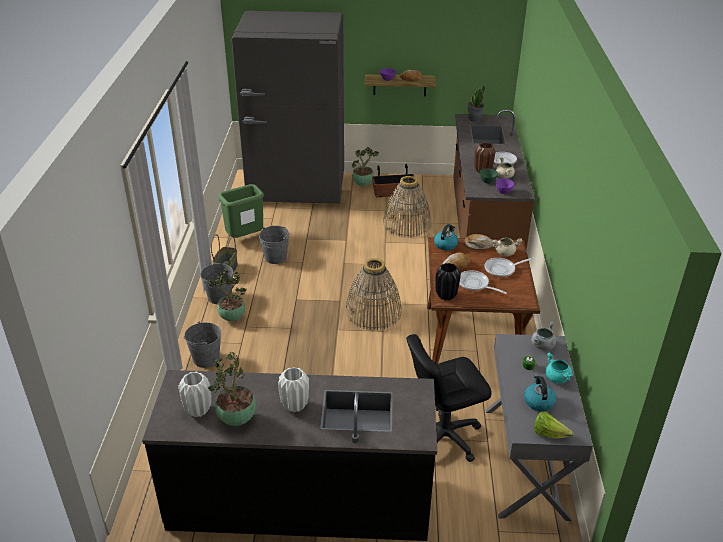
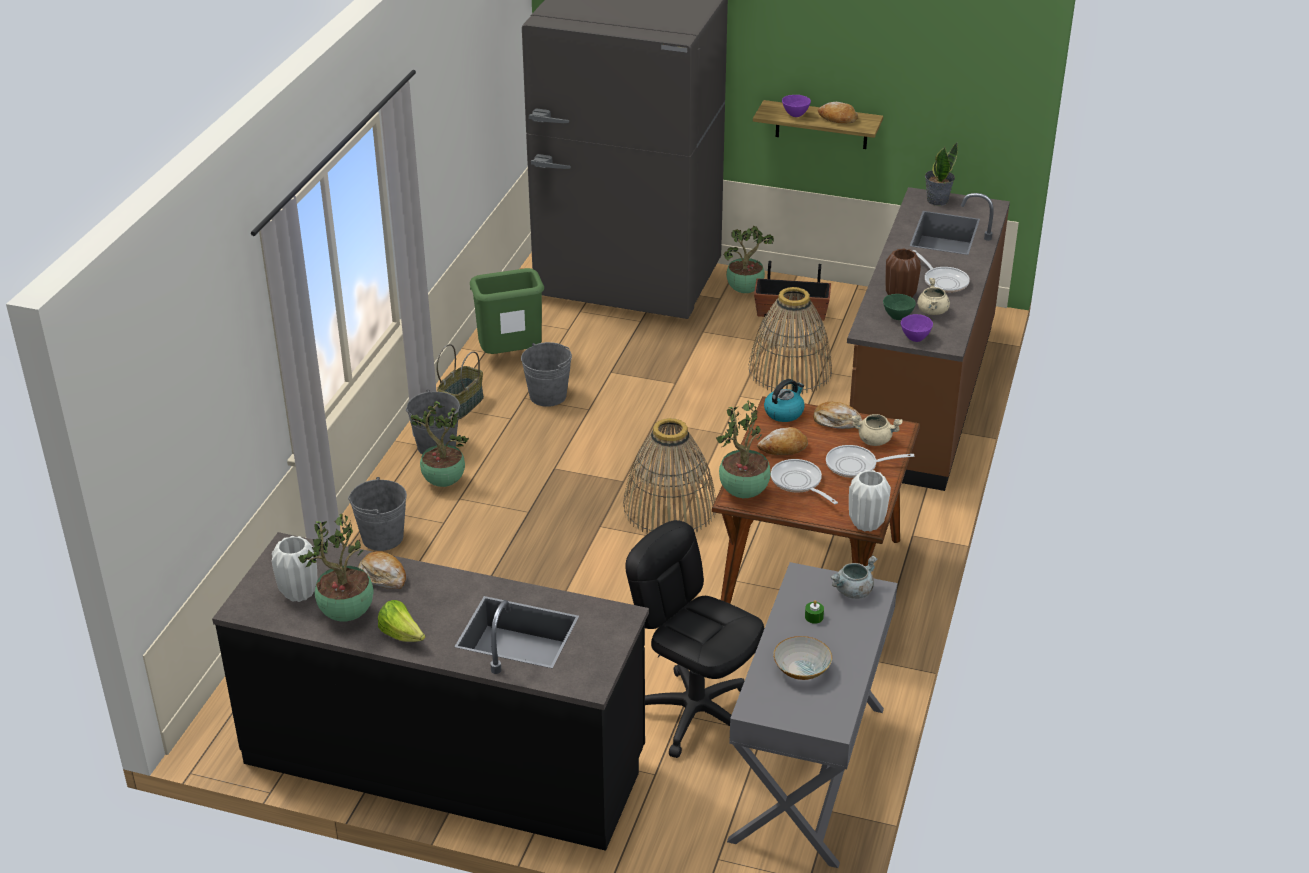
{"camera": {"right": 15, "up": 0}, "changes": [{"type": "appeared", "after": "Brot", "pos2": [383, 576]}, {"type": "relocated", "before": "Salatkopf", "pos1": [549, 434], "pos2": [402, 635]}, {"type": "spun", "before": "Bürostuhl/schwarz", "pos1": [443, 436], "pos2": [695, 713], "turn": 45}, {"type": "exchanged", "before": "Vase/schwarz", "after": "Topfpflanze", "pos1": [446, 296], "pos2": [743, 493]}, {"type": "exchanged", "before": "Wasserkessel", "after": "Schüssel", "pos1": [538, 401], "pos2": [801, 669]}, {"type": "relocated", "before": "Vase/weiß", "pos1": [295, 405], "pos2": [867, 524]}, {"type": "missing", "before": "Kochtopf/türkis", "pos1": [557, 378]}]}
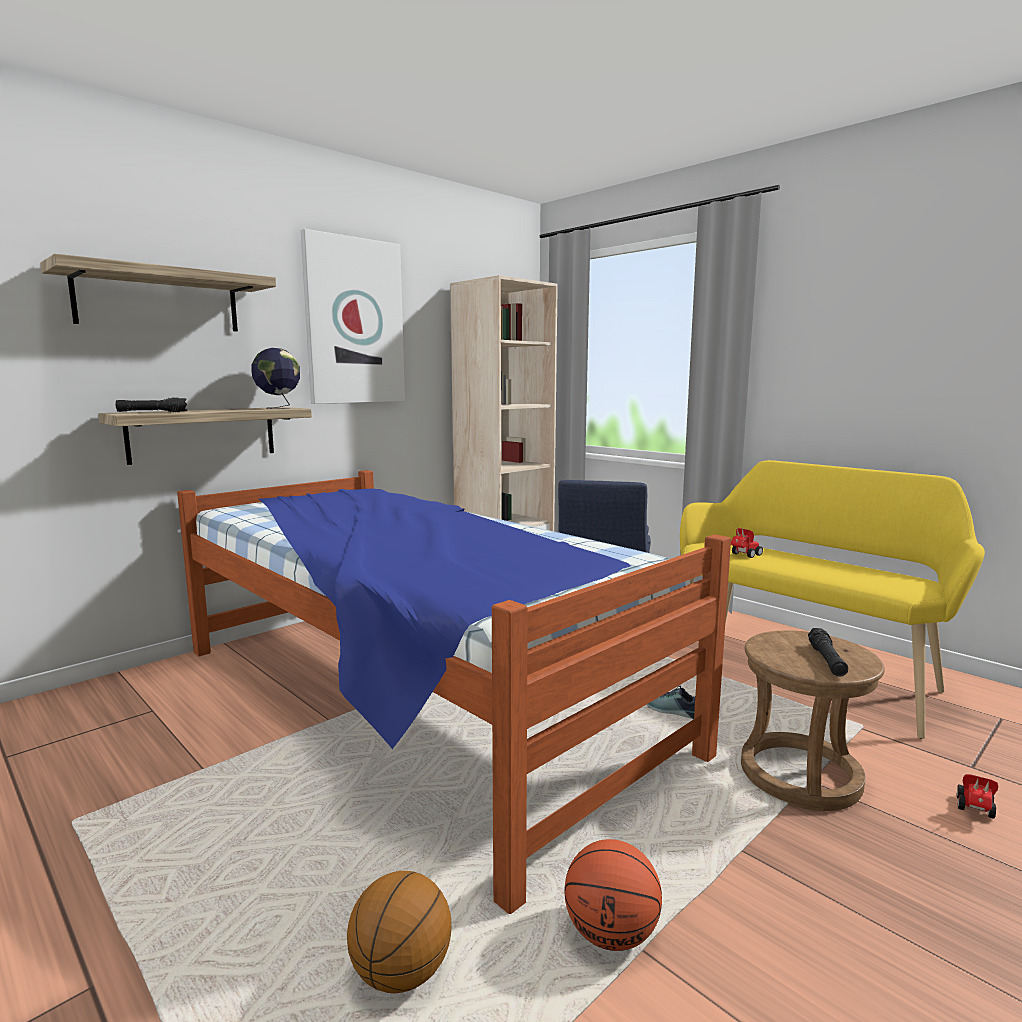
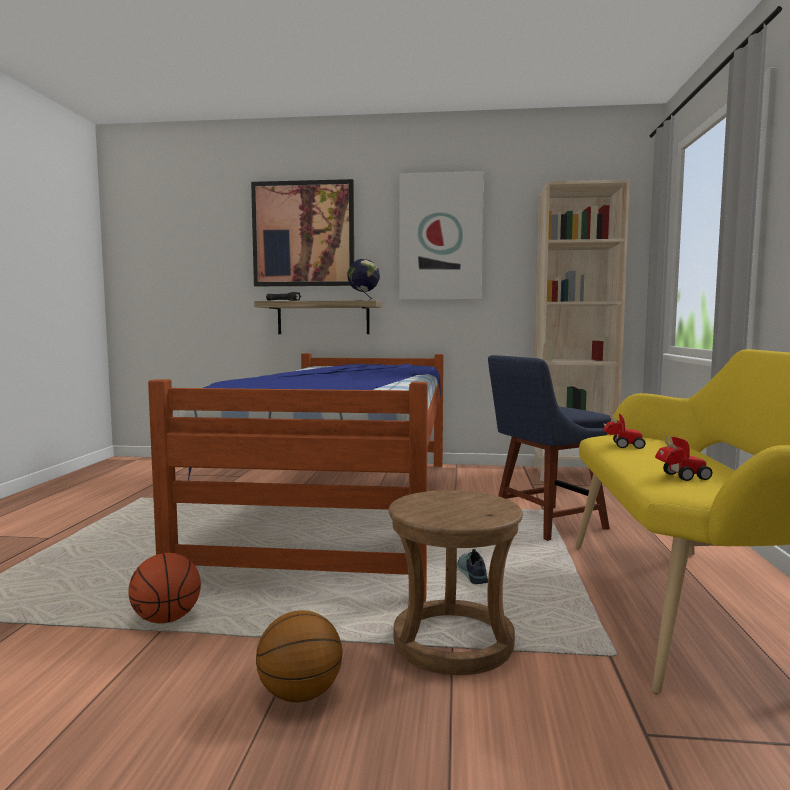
{"camera": {"right": 50, "up": -5}, "changes": [{"type": "exchanged", "before": "Wandregal", "after": "Bild", "pos1": [158, 301], "pos2": [303, 234]}, {"type": "relocated", "before": "Basketball", "pos1": [402, 972], "pos2": [300, 694]}, {"type": "relocated", "before": "Spielzeugauto", "pos1": [975, 811], "pos2": [680, 477]}, {"type": "missing", "before": "Taschenlampe/schwarz", "pos1": [826, 660]}]}
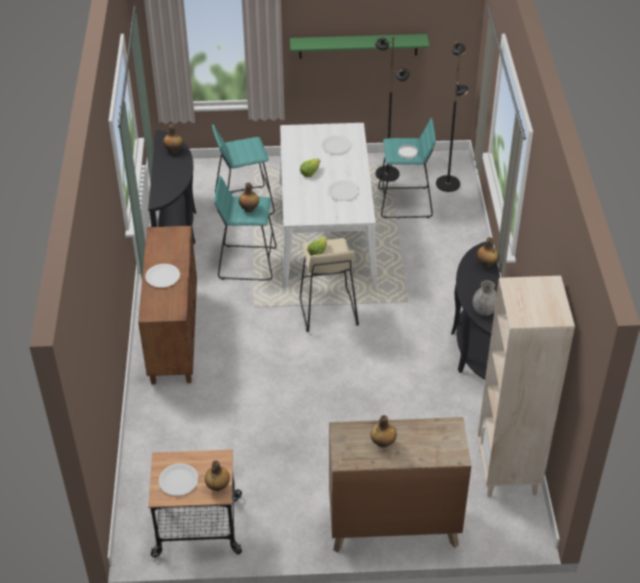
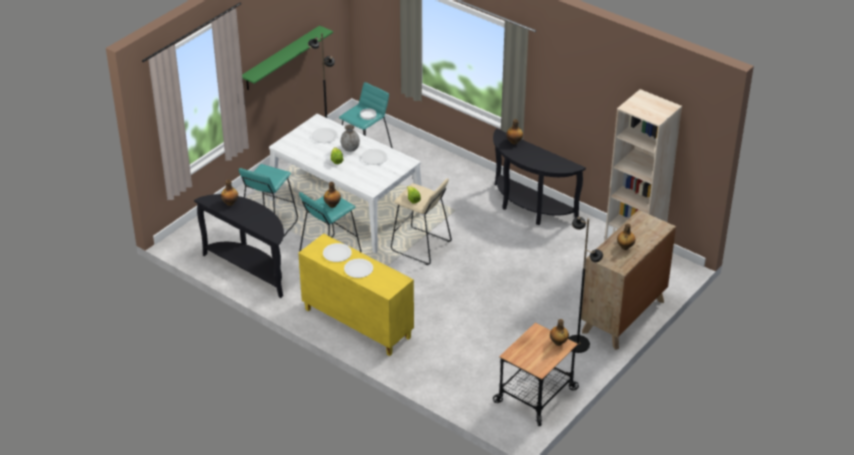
{"camera": {"right": -50, "up": -5}, "changes": [{"type": "colour", "before": "Schrank/braun", "after": "Schrank/gelb", "pos1": [173, 335], "pos2": [356, 323]}, {"type": "relocated", "before": "Teller/weiß", "pos1": [178, 480], "pos2": [337, 253]}, {"type": "relocated", "before": "Vase/grau", "pos1": [484, 311], "pos2": [350, 148]}, {"type": "relocated", "before": "Stehlampe/schwarz", "pos1": [448, 184], "pos2": [577, 344]}]}
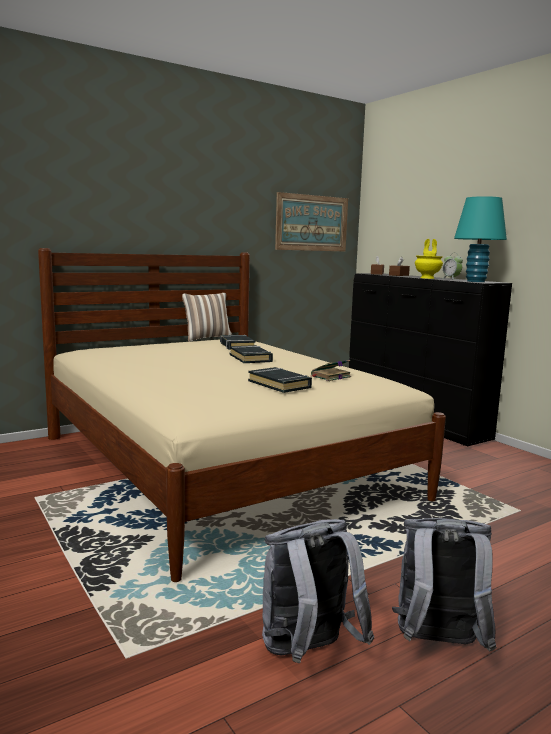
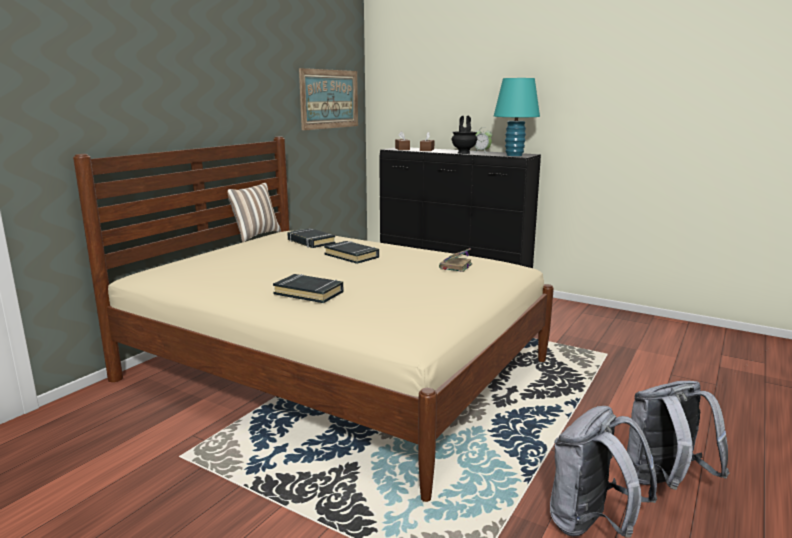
{"camera": {"right": -25, "up": 5}, "changes": [{"type": "relocated", "before": "Buch/schwarz", "pos1": [279, 384], "pos2": [309, 293]}, {"type": "colour", "before": "Vase/gelb", "after": "Vase/schwarz", "pos1": [427, 278], "pos2": [464, 153]}]}
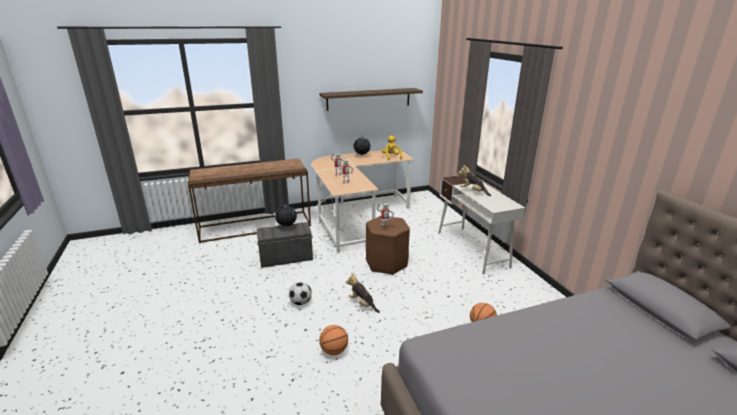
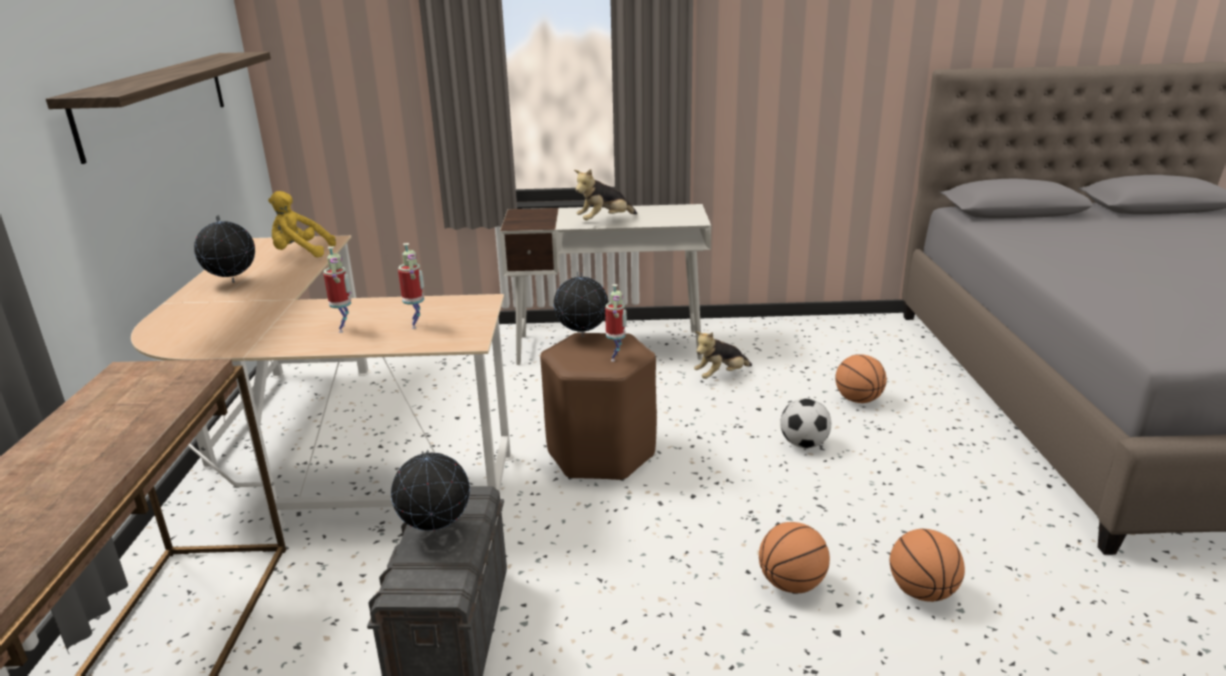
{"camera": {"right": -70, "up": 0}, "changes": [{"type": "appeared", "after": "Globus", "pos2": [582, 336]}, {"type": "relocated", "before": "Plüschtier", "pos1": [362, 304], "pos2": [721, 375]}, {"type": "appeared", "after": "Basketball", "pos2": [791, 584]}, {"type": "relocated", "before": "Fußball", "pos1": [300, 302], "pos2": [804, 444]}]}
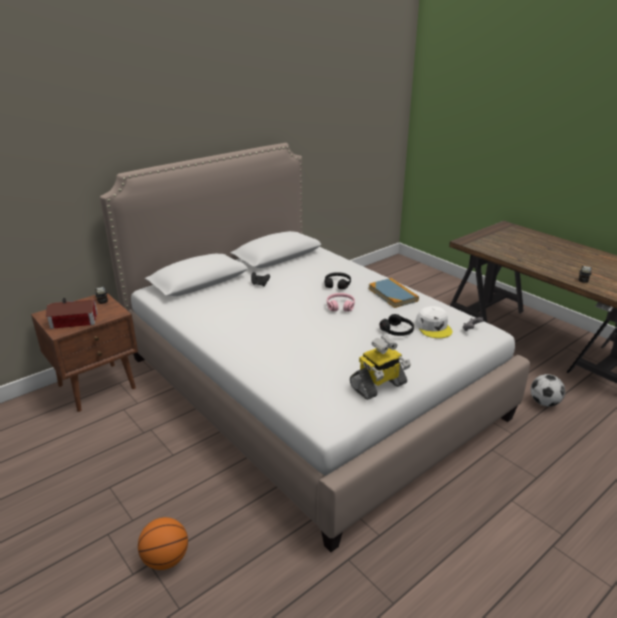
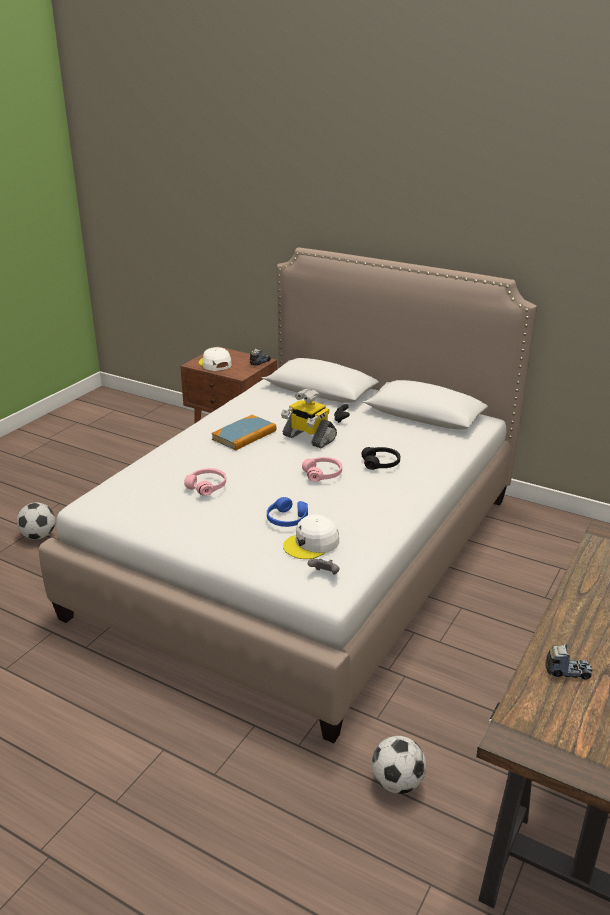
{"camera": {"right": 70, "up": 0}, "changes": [{"type": "exchanged", "before": "Basketball", "after": "Fußball", "pos1": [166, 559], "pos2": [39, 536]}, {"type": "appeared", "after": "Kopfhörer/rosa", "pos2": [207, 486]}, {"type": "exchanged", "before": "Spielzeughaus", "after": "Kappe/weiß", "pos1": [75, 321], "pos2": [214, 364]}, {"type": "relocated", "before": "Buch", "pos1": [393, 295], "pos2": [244, 435]}, {"type": "colour", "before": "Kopfhörer/schwarz", "after": "Kopfhörer/blau", "pos1": [397, 331], "pos2": [287, 519]}, {"type": "relocated", "before": "Spielzeugroboter", "pos1": [378, 386], "pos2": [308, 438]}]}
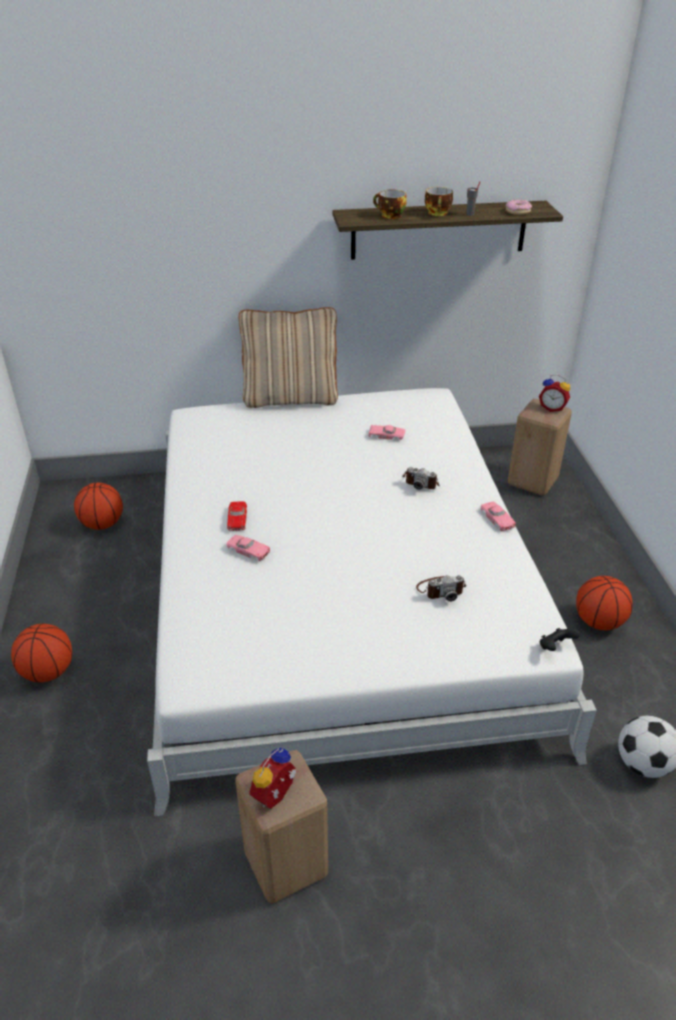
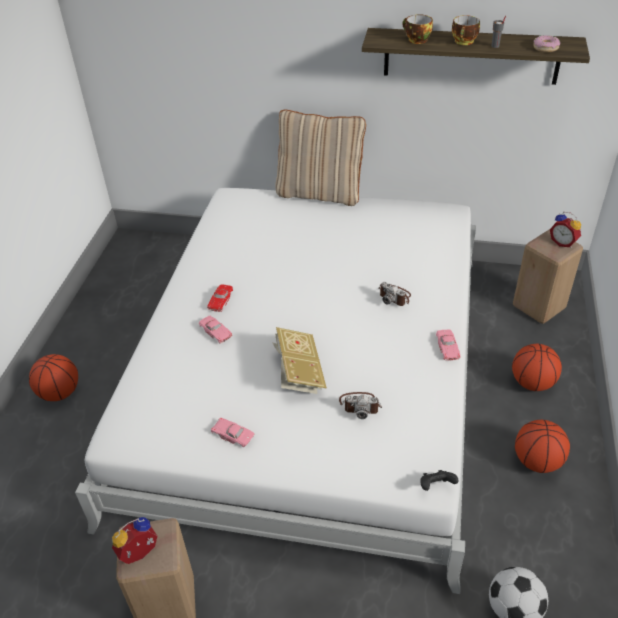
{"camera": {"right": 20, "up": 5}, "changes": [{"type": "relocated", "before": "Spielzeugauto/rosa", "pos1": [386, 435], "pos2": [233, 434]}, {"type": "appeared", "after": "Buch", "pos2": [298, 372]}, {"type": "relocated", "before": "Basketball", "pos1": [103, 524], "pos2": [532, 383]}]}
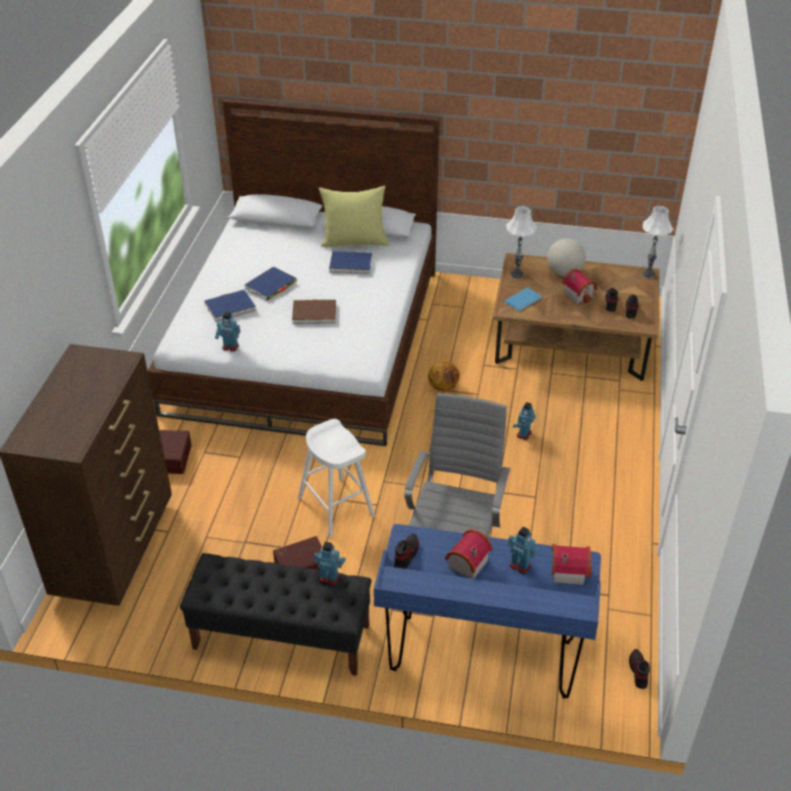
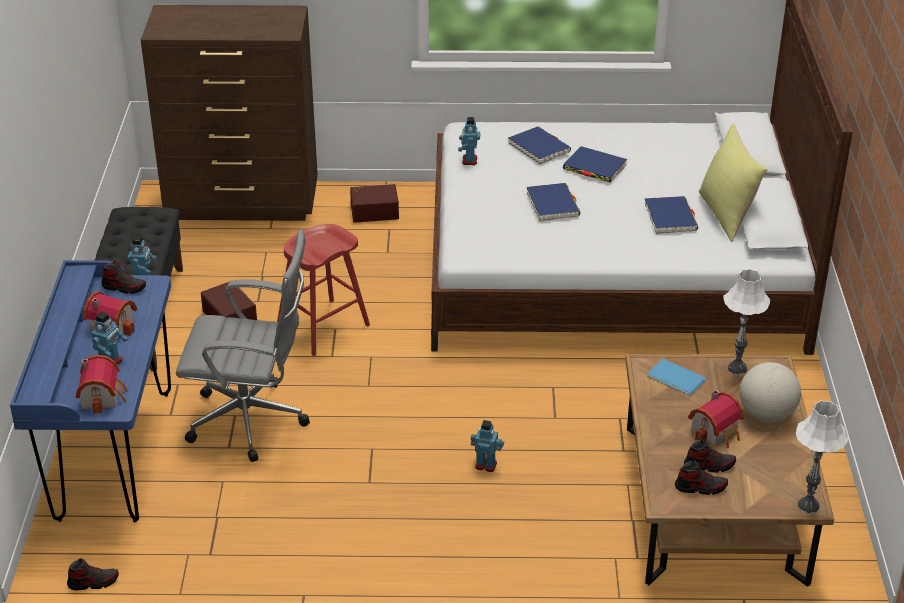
{"camera": {"right": 80, "up": -5}, "changes": [{"type": "colour", "before": "Hocker/weiß", "after": "Hocker/rot", "pos1": [336, 507], "pos2": [322, 327]}, {"type": "colour", "before": "Buch/braun", "after": "Buch/blau", "pos1": [314, 313], "pos2": [552, 205]}, {"type": "missing", "before": "Basketball", "pos1": [444, 387]}]}
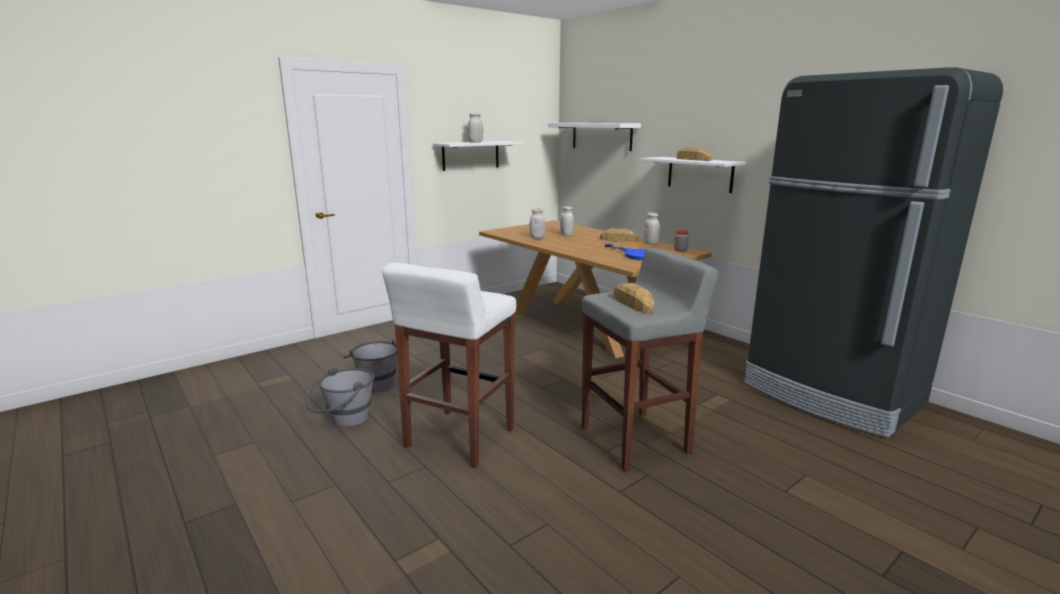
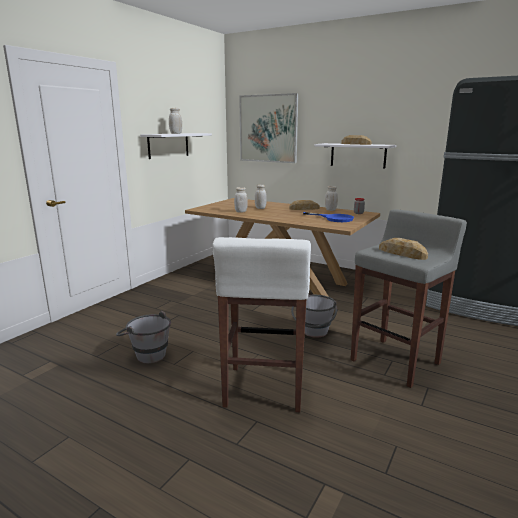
{"camera": {"right": -20, "up": 0}, "changes": [{"type": "exchanged", "before": "Wandregal/weiß", "after": "Bild", "pos1": [601, 136], "pos2": [268, 128]}, {"type": "relocated", "before": "Eimer/grau", "pos1": [344, 421], "pos2": [313, 334]}]}
